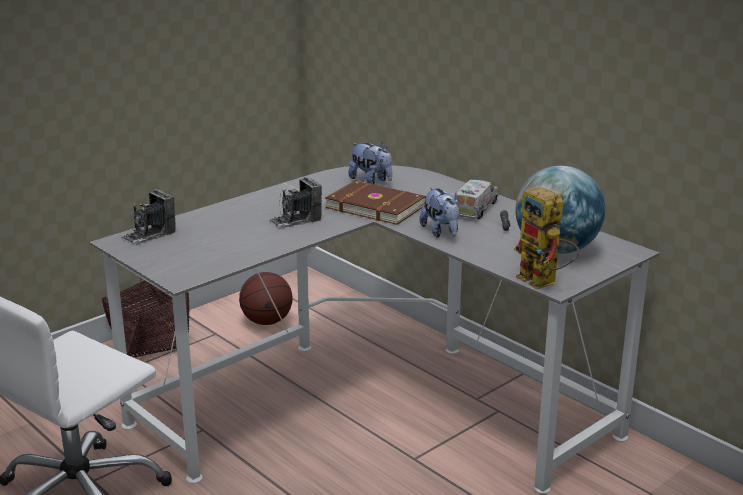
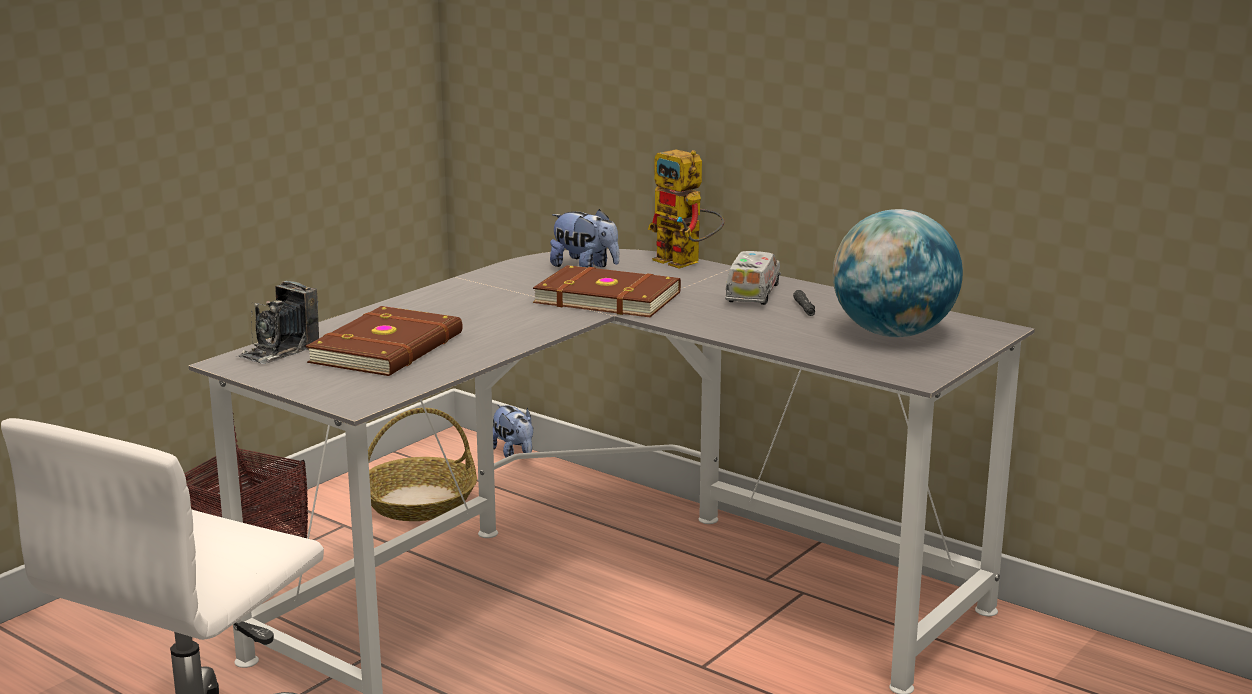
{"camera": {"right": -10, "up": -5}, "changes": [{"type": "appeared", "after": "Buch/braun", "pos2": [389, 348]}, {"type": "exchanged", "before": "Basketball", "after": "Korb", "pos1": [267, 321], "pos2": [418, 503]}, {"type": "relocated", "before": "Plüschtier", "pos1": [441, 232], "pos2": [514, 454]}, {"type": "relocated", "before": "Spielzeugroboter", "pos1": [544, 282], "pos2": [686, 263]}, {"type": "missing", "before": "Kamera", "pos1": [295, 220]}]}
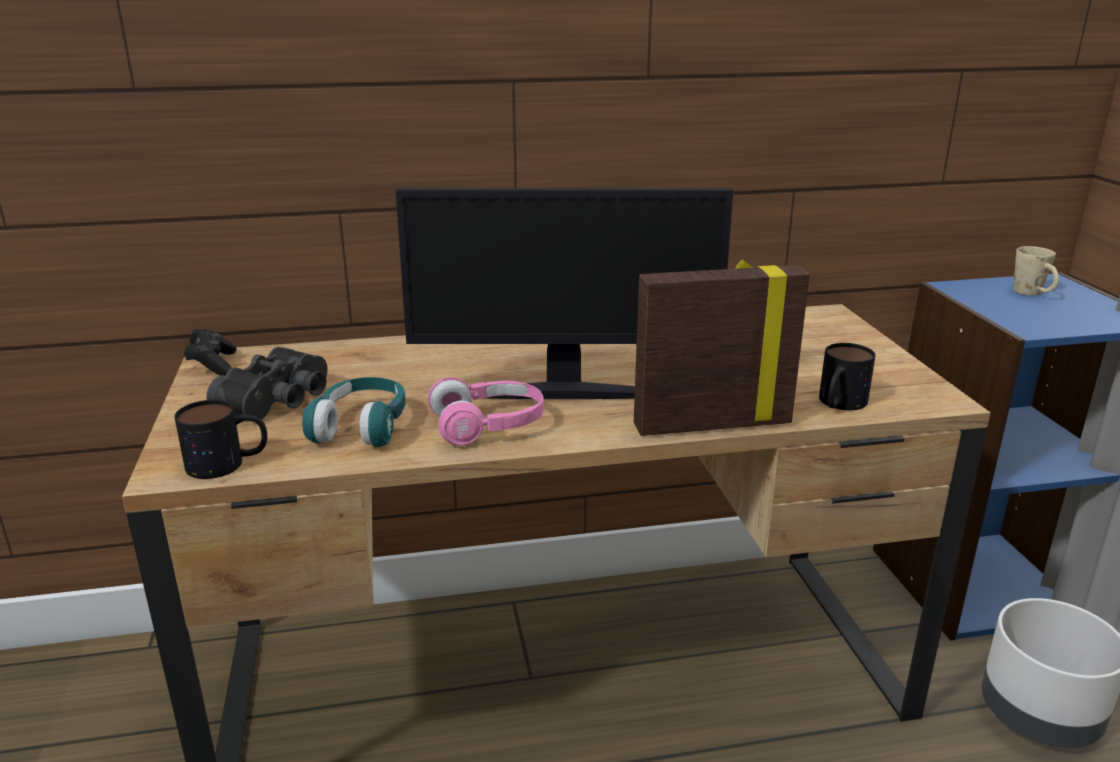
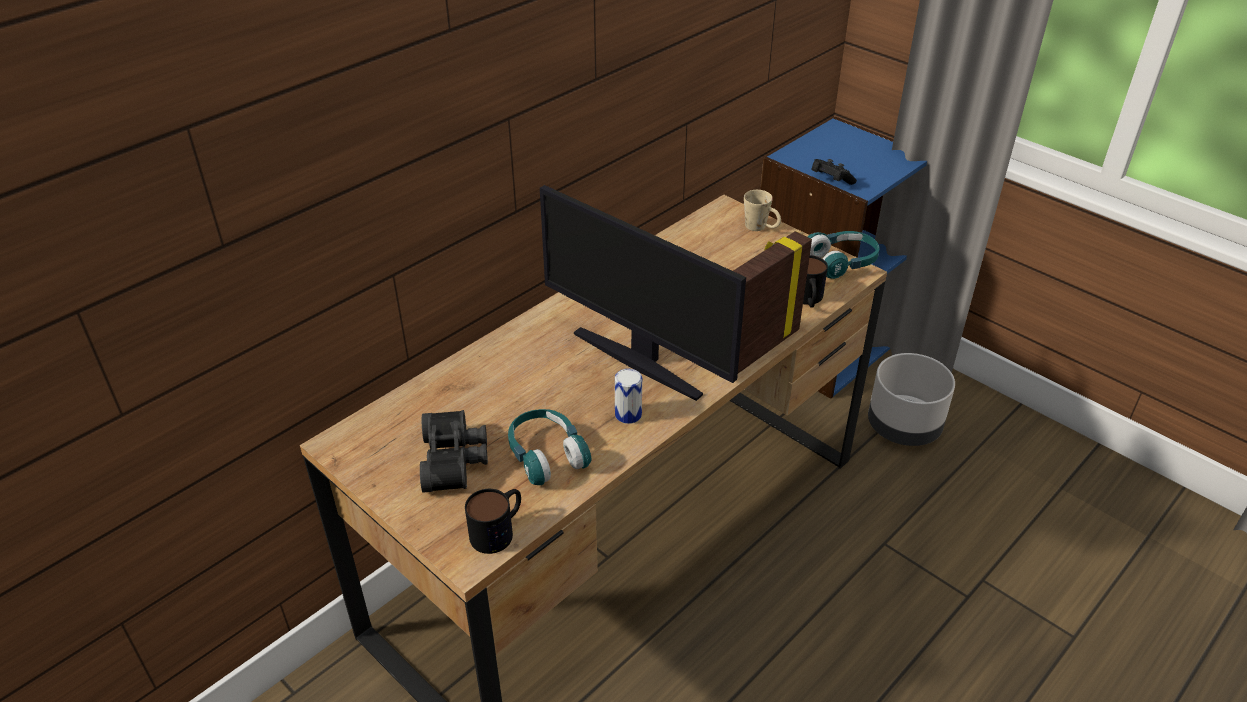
{"camera": {"right": -35, "up": 15}, "changes": [{"type": "spun", "before": "Monitor", "pos1": [563, 392], "pos2": [639, 361], "turn": 75}, {"type": "exchanged", "before": "Kopfhörer/rosa", "after": "Dose", "pos1": [488, 426], "pos2": [628, 414]}, {"type": "relocated", "before": "Henkelbecher/beige", "pos1": [1033, 294], "pos2": [761, 228]}, {"type": "appeared", "after": "Kopfhörer/türkis", "pos2": [842, 262]}, {"type": "relocated", "before": "Gamepad/schwarz", "pos1": [213, 365], "pos2": [830, 180]}]}
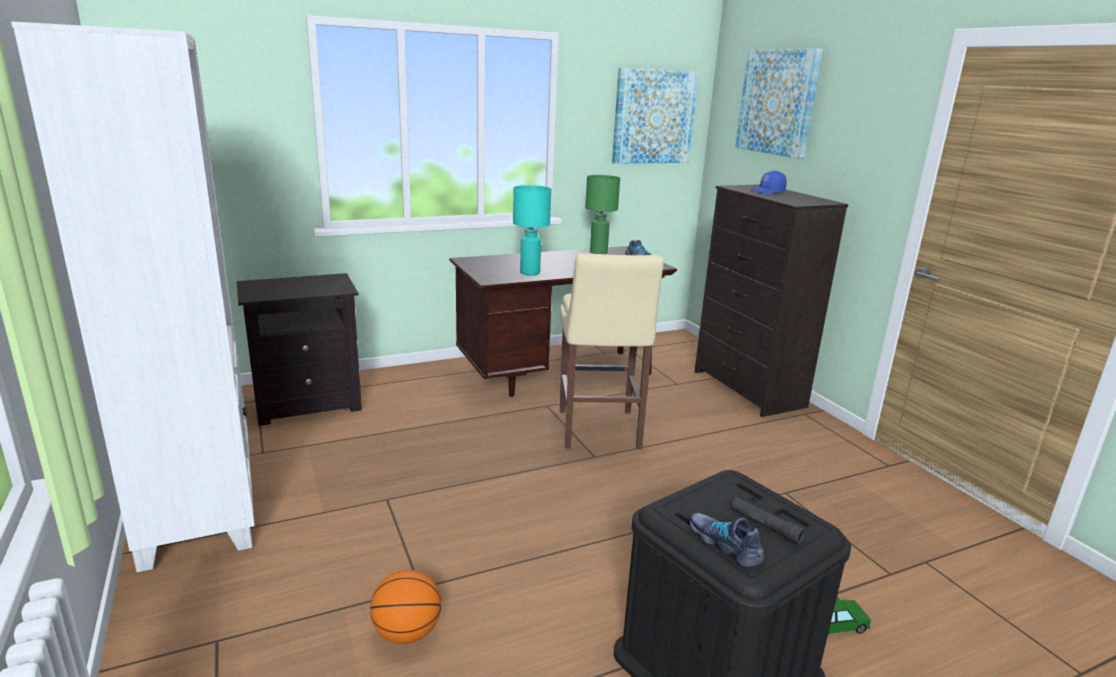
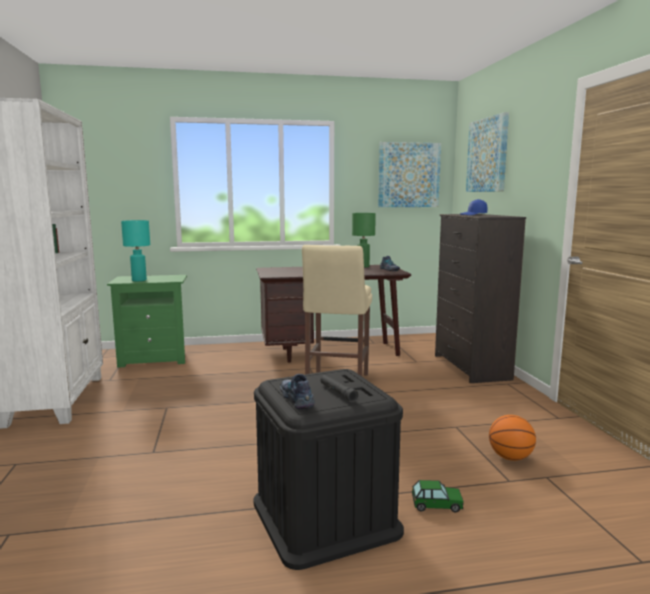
{"camera": {"right": 15, "up": -10}, "changes": [{"type": "colour", "before": "Nachttisch/schwarz", "after": "Nachttisch/grün", "pos1": [308, 403], "pos2": [155, 358]}, {"type": "relocated", "before": "Tischlampe/türkis", "pos1": [530, 273], "pos2": [139, 280]}, {"type": "relocated", "before": "Basketball", "pos1": [407, 633], "pos2": [510, 457]}]}
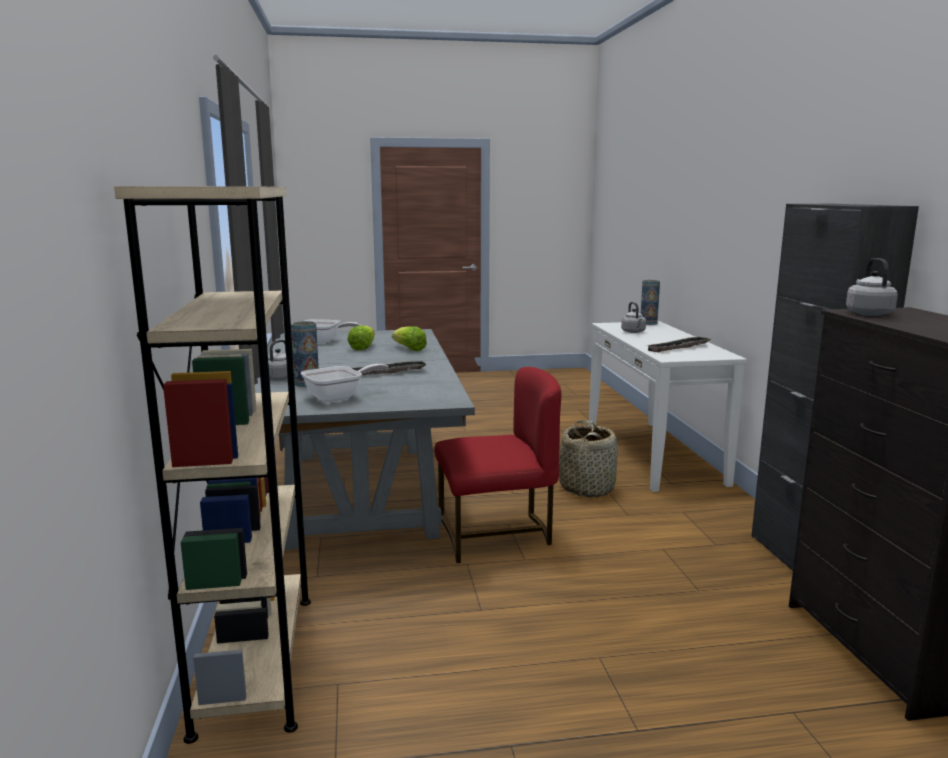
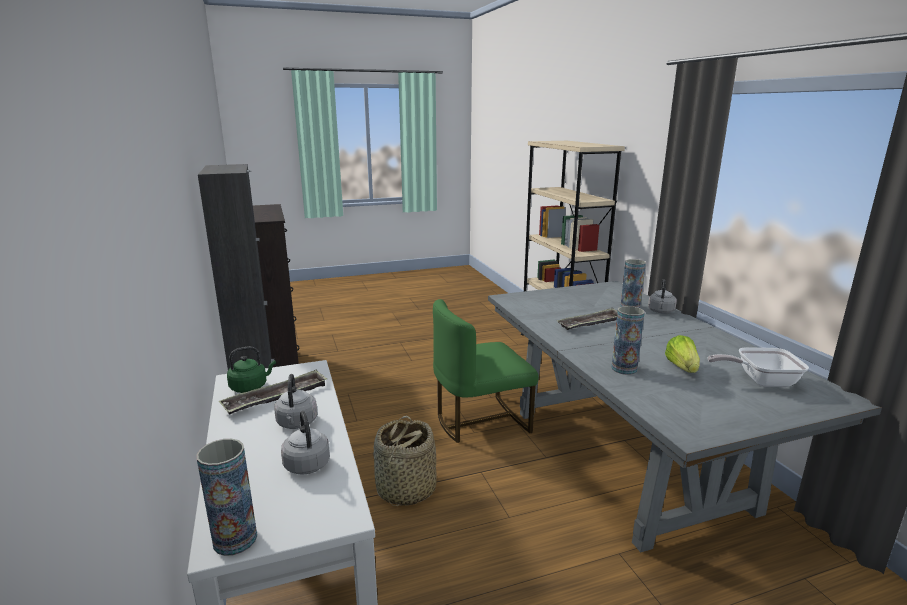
{"camera": {"right": 170, "up": 5}, "changes": [{"type": "appeared", "after": "Wasserkessel/grün", "pos2": [251, 387]}, {"type": "relocated", "before": "Wasserkessel/grau", "pos1": [867, 313], "pos2": [297, 423]}, {"type": "colour", "before": "Stuhl/rot", "after": "Stuhl/grün", "pos1": [495, 534], "pos2": [480, 421]}, {"type": "exchanged", "before": "Salatkopf", "after": "Vase", "pos1": [409, 349], "pos2": [624, 369]}, {"type": "missing", "before": "Pfanne", "pos1": [339, 397]}]}
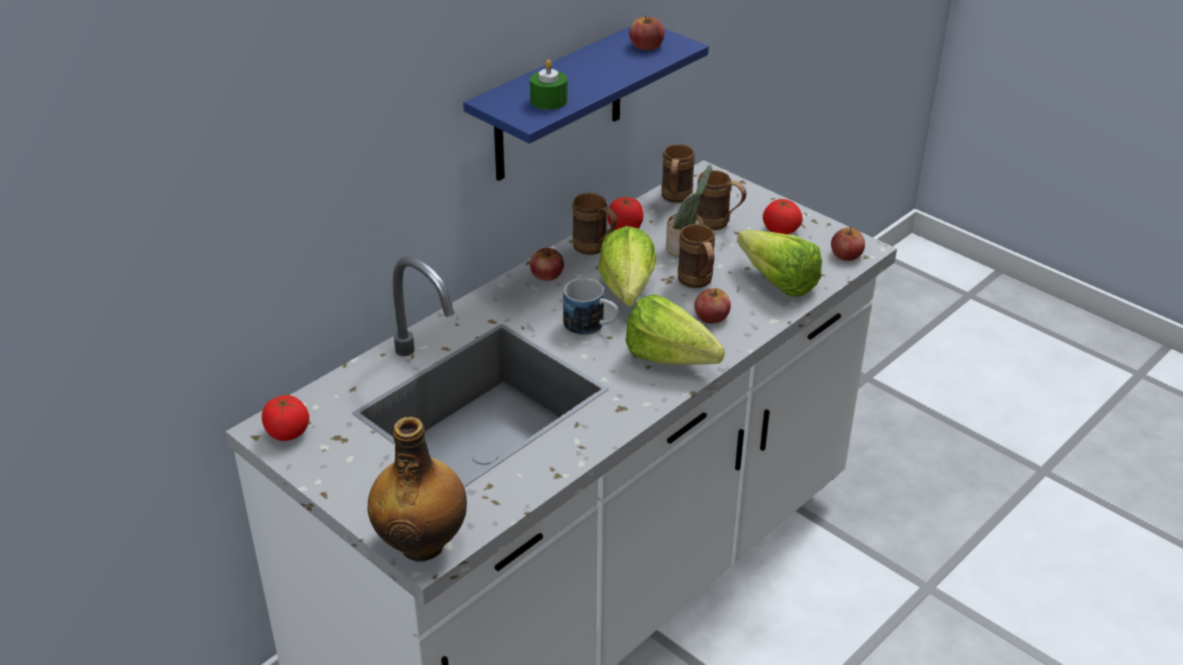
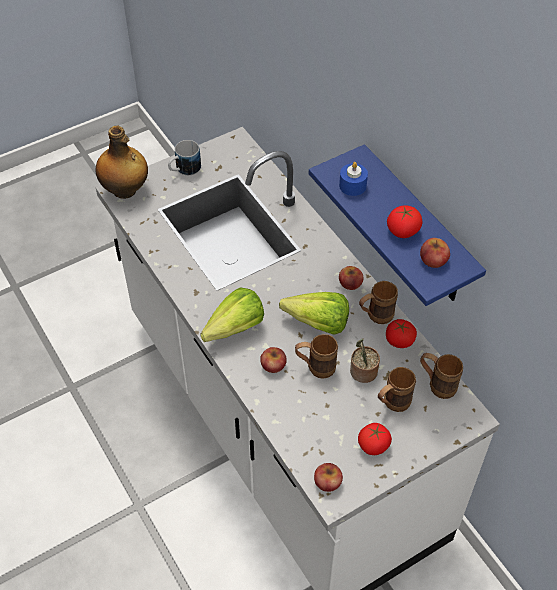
{"camera": {"right": 105, "up": 15}, "changes": [{"type": "relocated", "before": "Henkelbecher", "pos1": [591, 327], "pos2": [184, 170]}, {"type": "colour", "before": "Kerze/grün", "after": "Kerze/blau", "pos1": [548, 100], "pos2": [352, 185]}, {"type": "relocated", "before": "Tomate", "pos1": [287, 432], "pos2": [403, 231]}, {"type": "missing", "before": "Salatkopf", "pos1": [773, 278]}]}
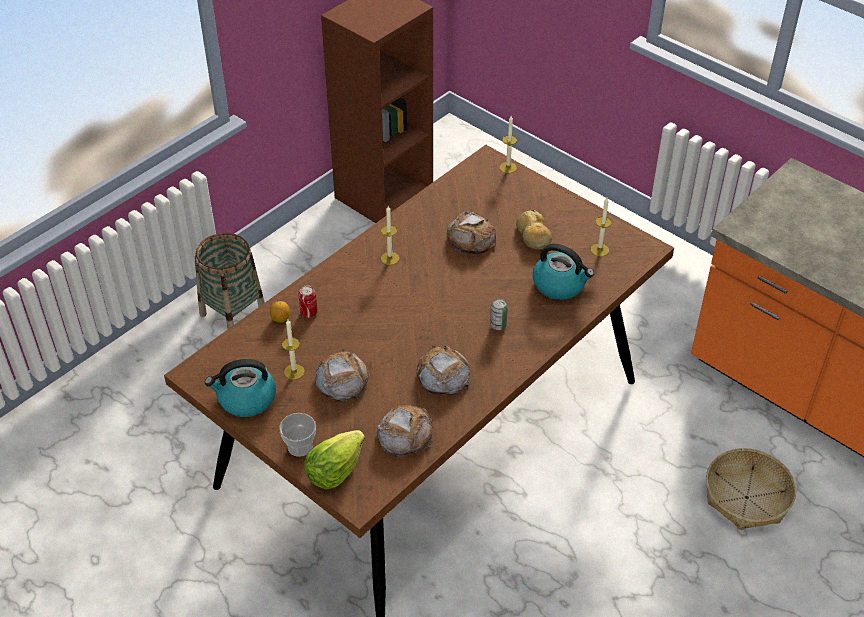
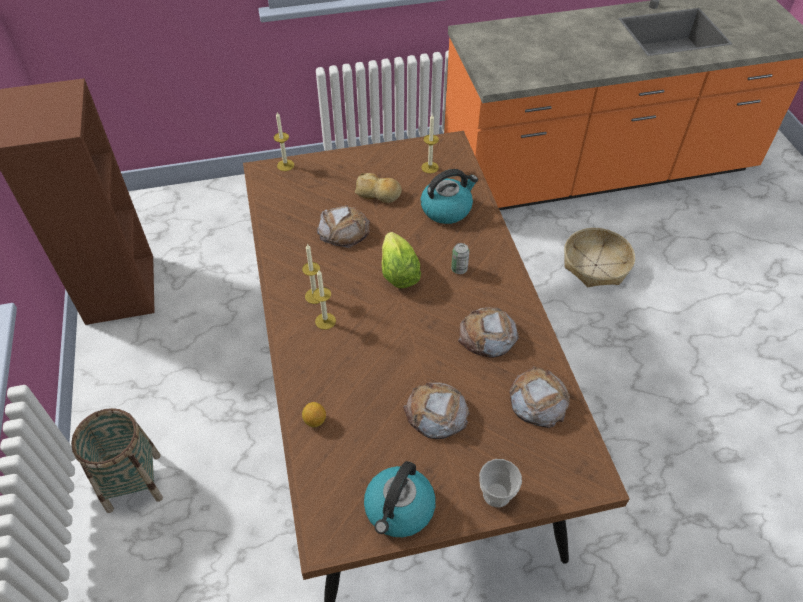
{"camera": {"right": -55, "up": 5}, "changes": [{"type": "relocated", "before": "Kerze", "pos1": [294, 372], "pos2": [325, 321]}, {"type": "relocated", "before": "Salatkopf", "pos1": [334, 471], "pos2": [398, 273]}, {"type": "missing", "before": "Dose", "pos1": [309, 312]}]}
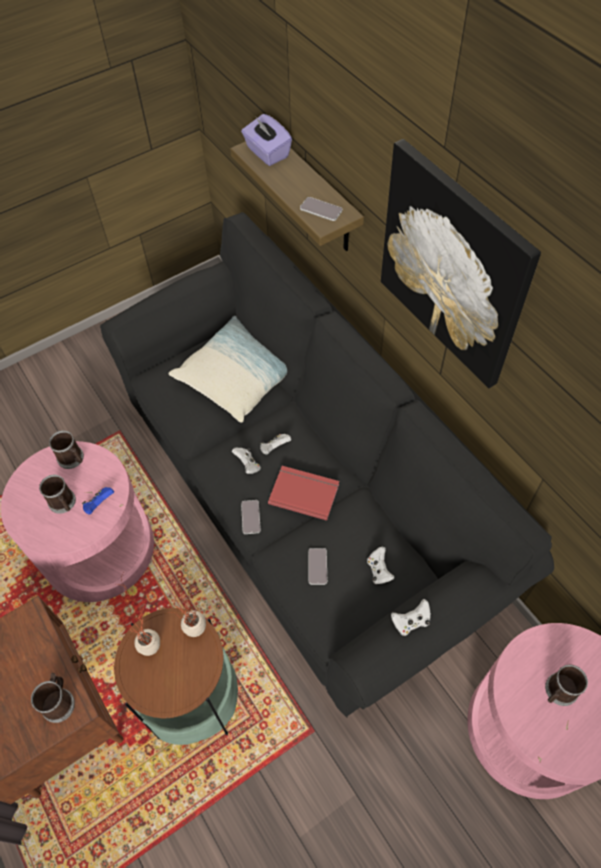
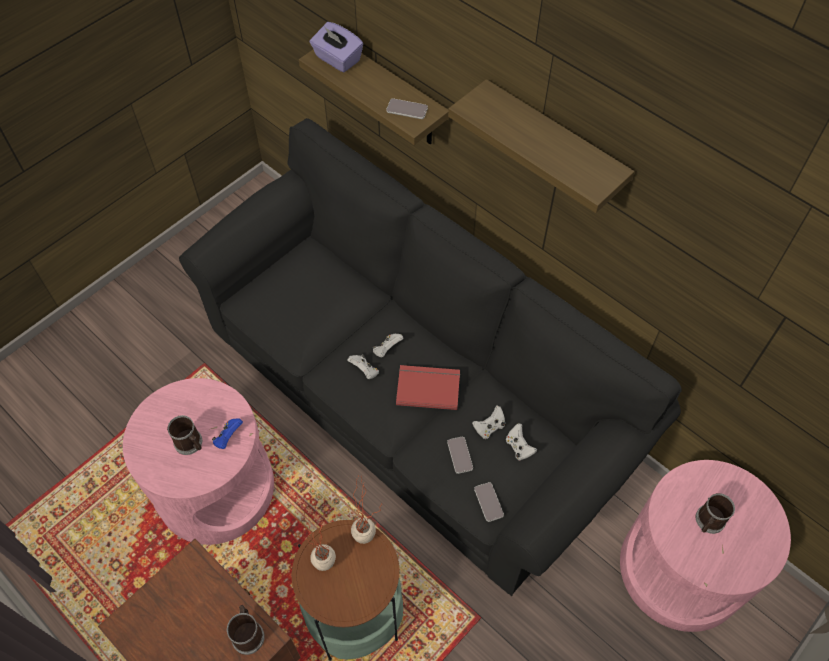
{"camera": {"right": -15, "up": 0}, "changes": [{"type": "exchanged", "before": "Bild", "after": "Wandregal", "pos1": [453, 266], "pos2": [552, 148]}, {"type": "relocated", "before": "Gamepad/weiß", "pos1": [411, 622], "pos2": [489, 427]}, {"type": "relocated", "before": "Handy", "pos1": [250, 517], "pos2": [488, 502]}, {"type": "missing", "before": "Henkelbecher", "pos1": [72, 459]}, {"type": "missing", "before": "Kissen", "pos1": [238, 378]}]}
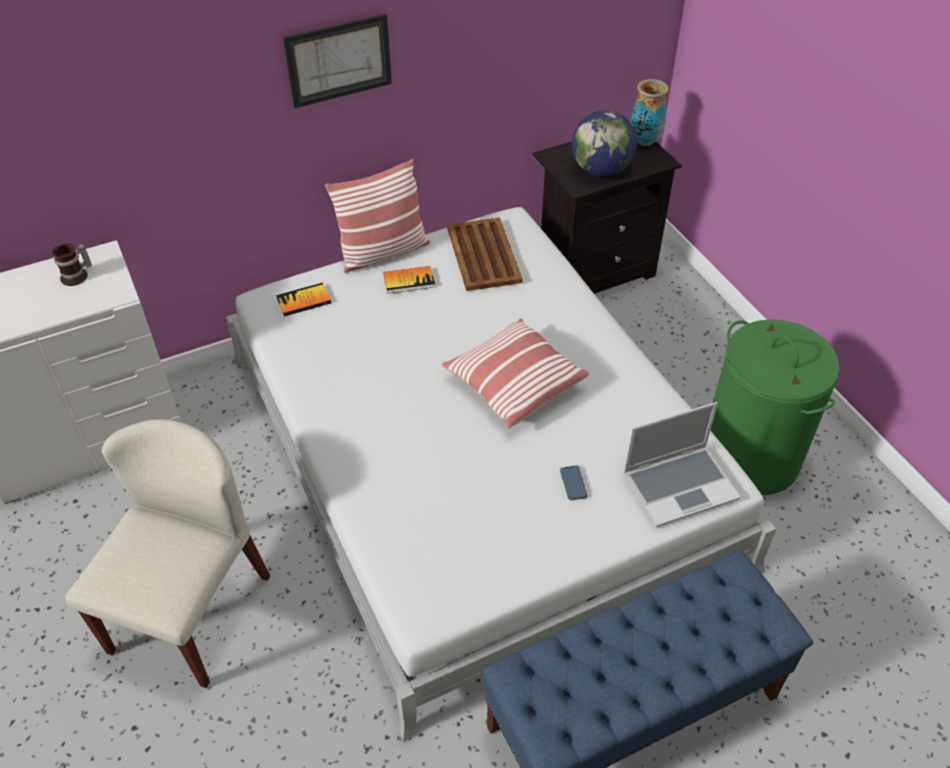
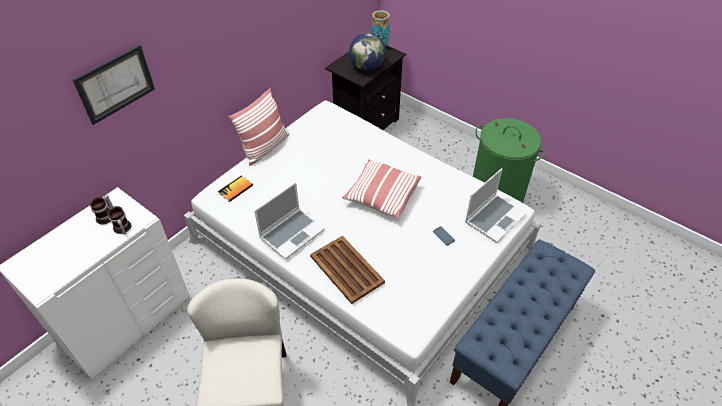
{"camera": {"right": -25, "up": 0}, "changes": [{"type": "relocated", "before": "Bild", "pos1": [338, 60], "pos2": [115, 84]}, {"type": "appeared", "after": "Henkelbecher", "pos2": [122, 228]}, {"type": "appeared", "after": "Laptop", "pos2": [292, 233]}, {"type": "relocated", "before": "Tablett/braun", "pos1": [483, 255], "pos2": [347, 270]}, {"type": "missing", "before": "Buch", "pos1": [409, 280]}]}
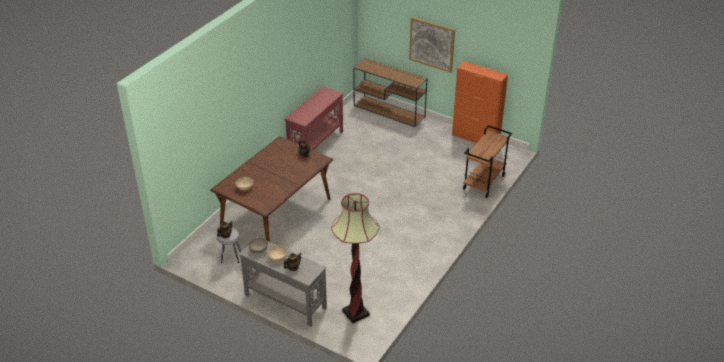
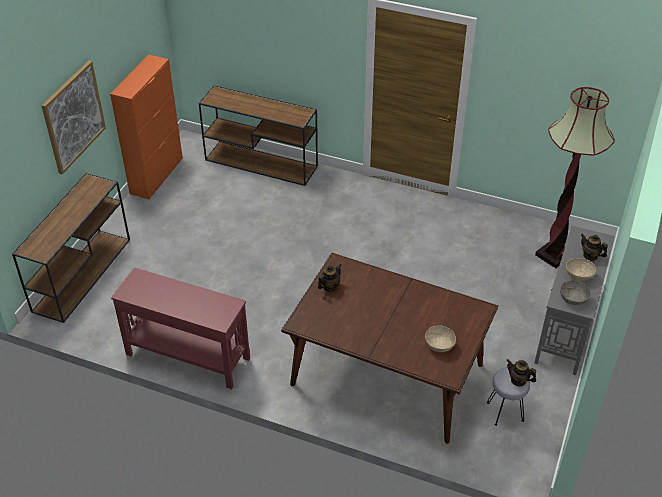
{"camera": {"right": -100, "up": 5}, "changes": [{"type": "exchanged", "before": "Rollwagen/braun", "after": "Konsolentisch/braun", "pos1": [484, 183], "pos2": [262, 163]}]}
